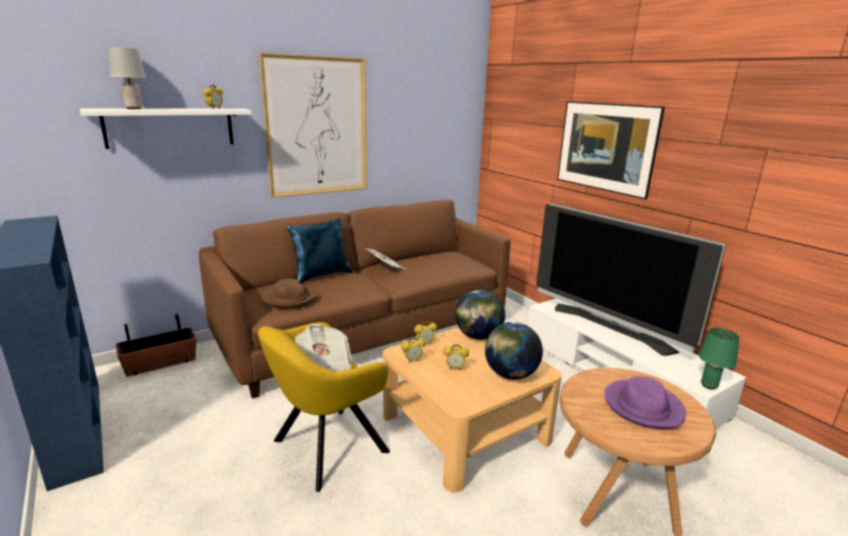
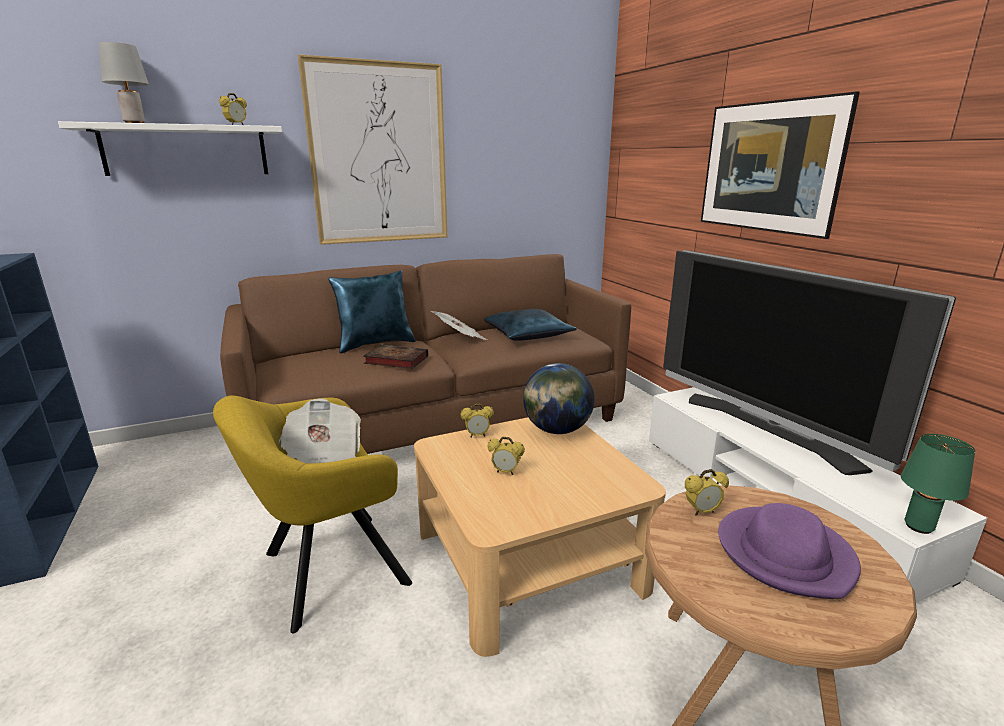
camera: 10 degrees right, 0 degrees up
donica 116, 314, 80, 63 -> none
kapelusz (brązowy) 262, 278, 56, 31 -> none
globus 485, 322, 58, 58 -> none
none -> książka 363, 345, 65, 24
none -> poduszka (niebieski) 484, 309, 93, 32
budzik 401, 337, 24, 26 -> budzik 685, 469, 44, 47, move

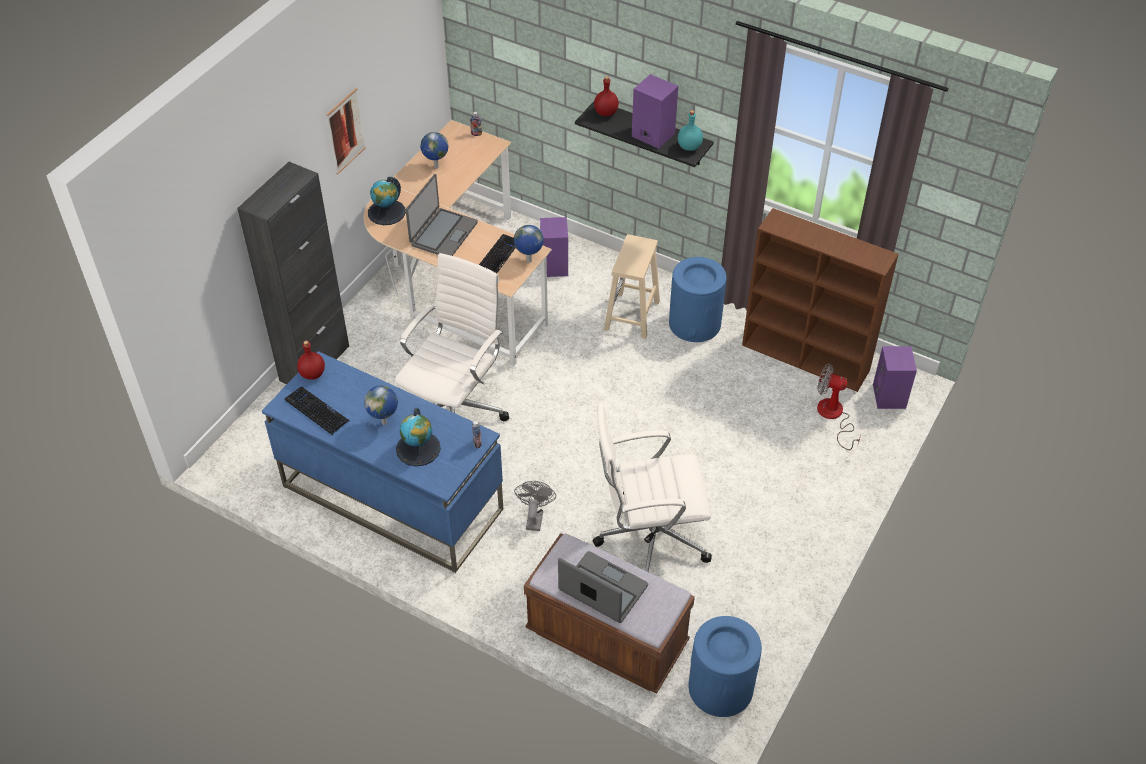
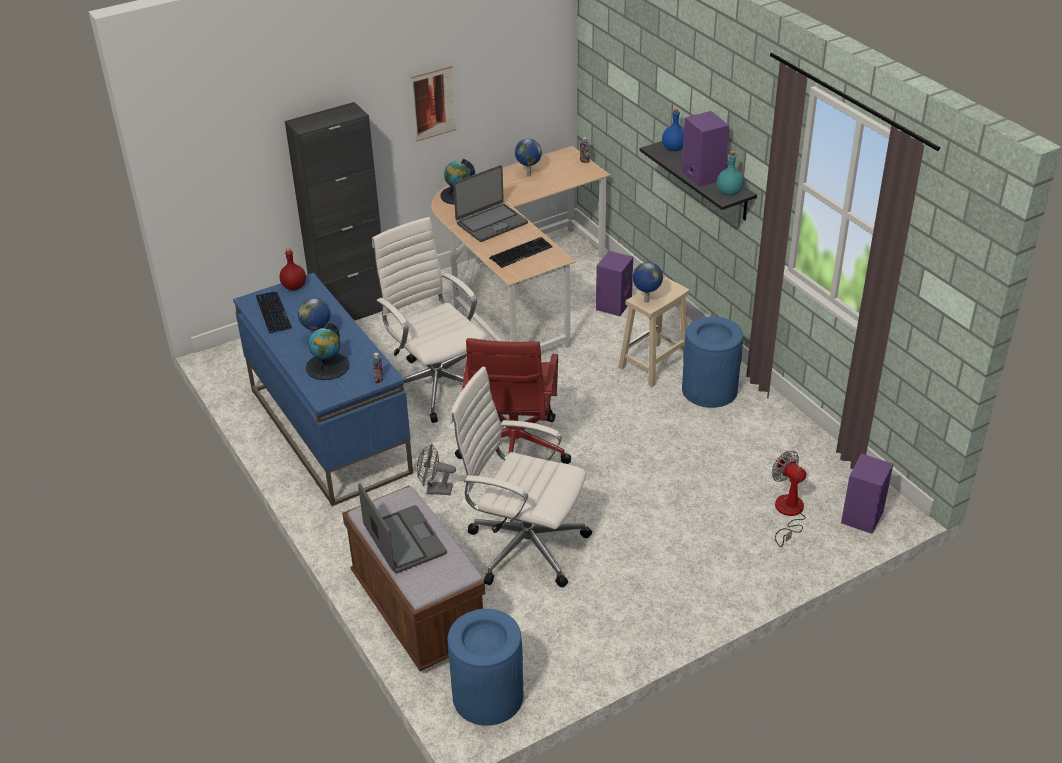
camera: 30 degrees right, 10 degrees down
regał (brązowy) 742, 208, 156, 184 -> none
none -> krzesło biurowe (czerwony) 455, 338, 116, 126
globus 514, 225, 29, 38 -> globus 633, 262, 30, 41, move
butelka (czerwony) 594, 76, 25, 40 -> butelka (niebieski) 662, 108, 22, 43
krzesło biurowe (biały) 395, 253, 114, 168 -> krzesło biurowe (biały) 372, 217, 114, 206, 90 degrees counterclockwise
wentylator (szary) 514, 481, 42, 50 -> wentylator (szary) 417, 444, 39, 51, 120 degrees counterclockwise

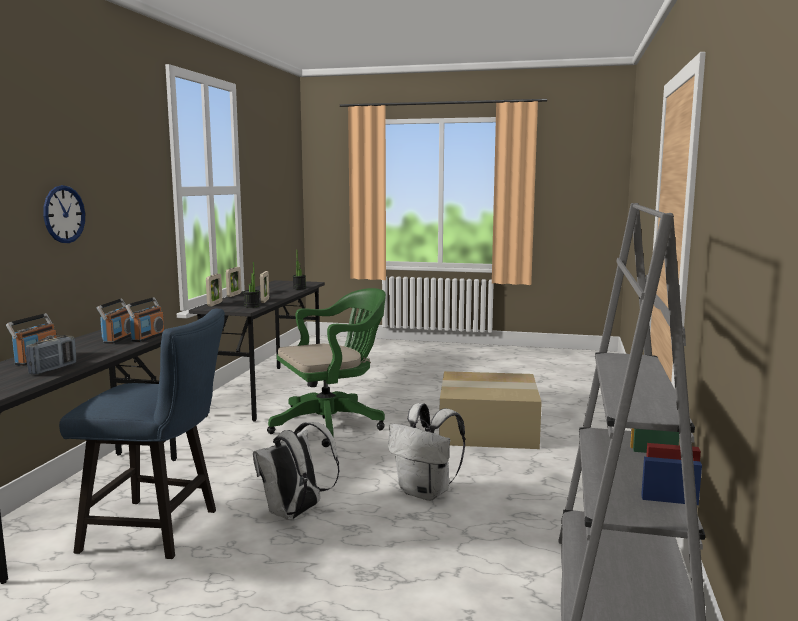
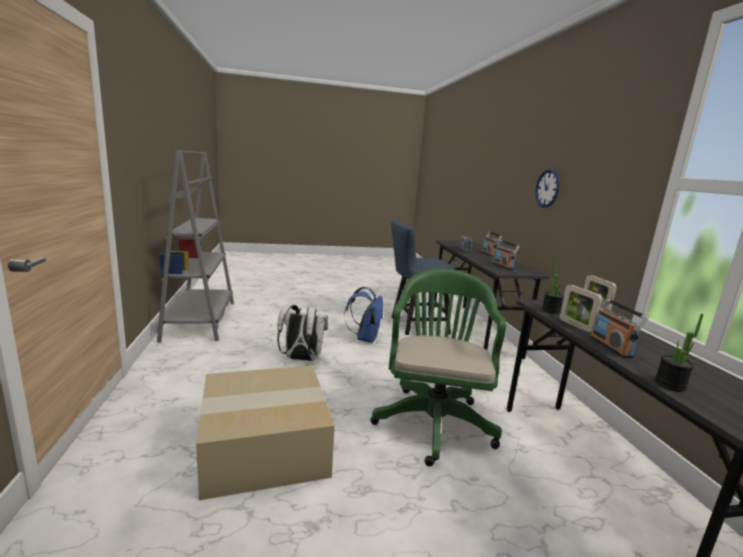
camera: 155 degrees right, 5 degrees up
ramka na zdjęcie 226, 267, 16, 30 -> none
radio 125, 297, 39, 45 -> radio 590, 299, 59, 59, move
plecak (biały) 253, 422, 87, 98 -> plecak (niebieski) 344, 287, 39, 56
krzesło biurowe (zielony) 267, 288, 119, 159 -> krzesło biurowe (zielony) 370, 269, 136, 198, 150 degrees clockwise

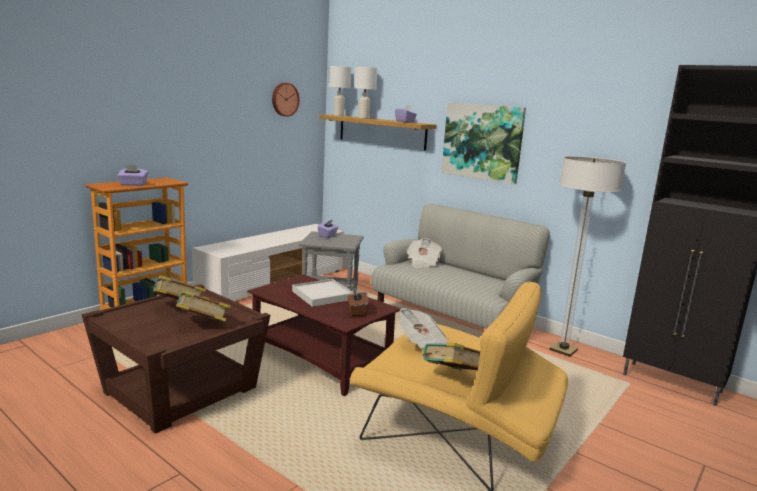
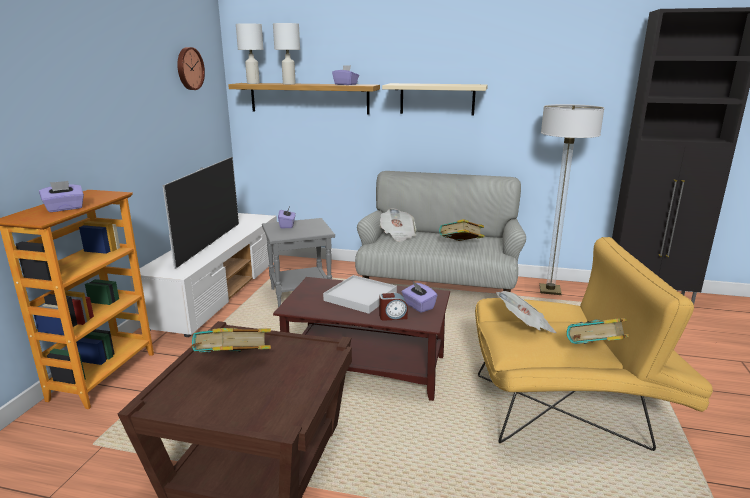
camera: 25 degrees left, 5 degrees up
none -> telewizor 163, 157, 76, 112
none -> budzik 379, 293, 29, 28
książka 172, 290, 59, 31 -> książka 439, 219, 45, 22, move
obraz 441, 102, 85, 82 -> półka (beżowy) 382, 83, 106, 33
pudełko chusteczek (brązowy) 348, 288, 21, 28 -> pudełko chusteczek (fioletowy) 402, 282, 35, 31

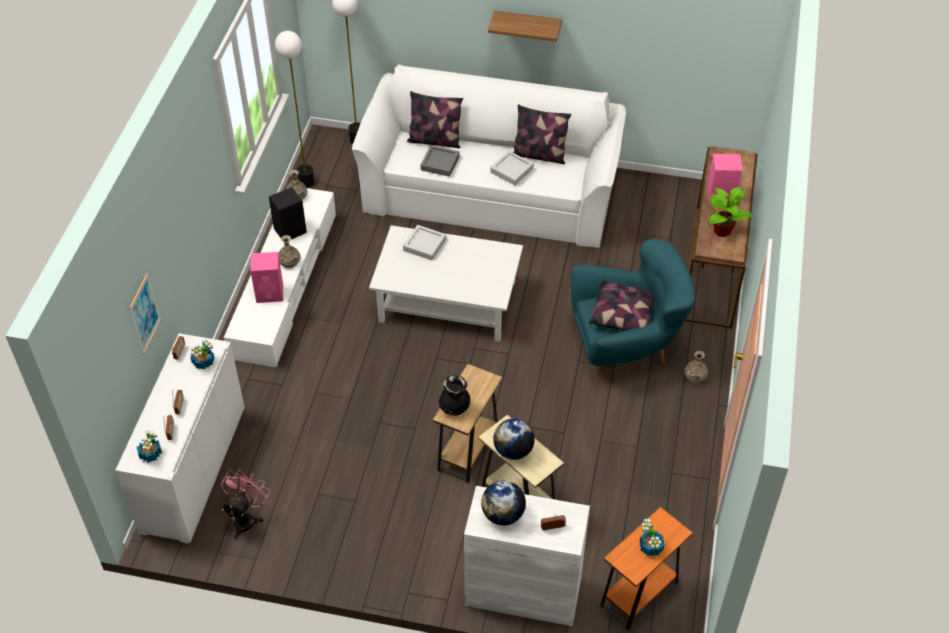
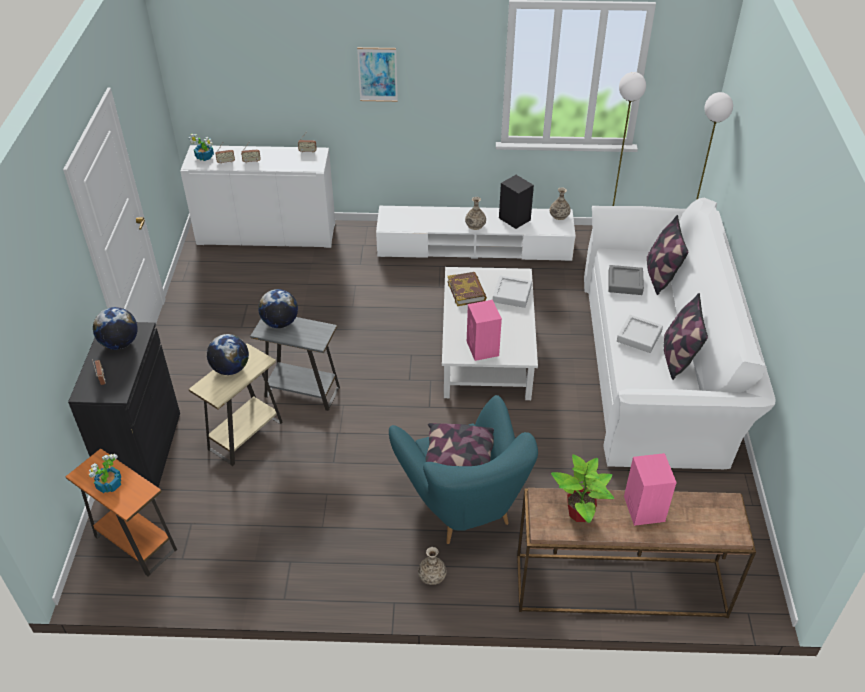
camera: 80 degrees right, 5 degrees down
roślina doniczkowa 190, 339, 24, 30 -> none
wentylator (różowy) 221, 469, 49, 70 -> none
półka 488, 11, 74, 31 -> none
none -> książka 448, 272, 39, 34
obraz 129, 274, 32, 80 -> obraz 357, 47, 41, 55, move
głośnik (różowy) 250, 252, 33, 51 -> głośnik (różowy) 467, 300, 35, 61, move
wazon (czarny) 439, 375, 31, 41 -> globus 258, 289, 40, 39
stolik (brązowy) 433, 364, 69, 119 -> stolik (szary) 250, 317, 90, 94
szafka (biały) 464, 486, 126, 140 -> szafka (czarny) 68, 322, 112, 165

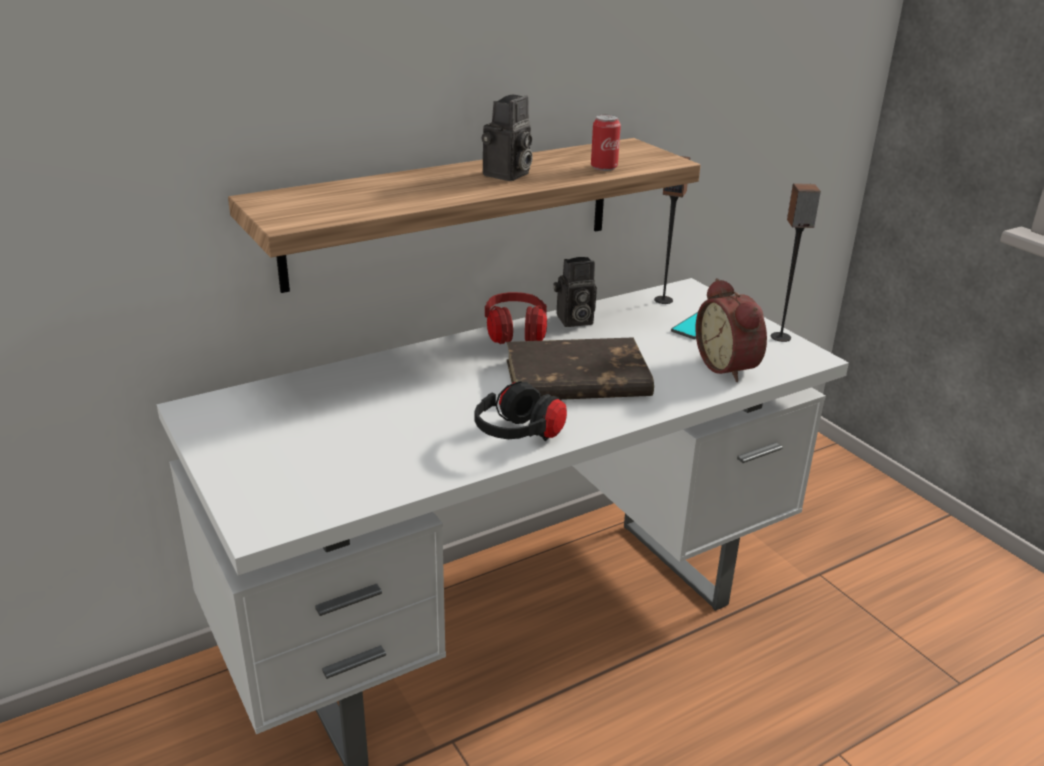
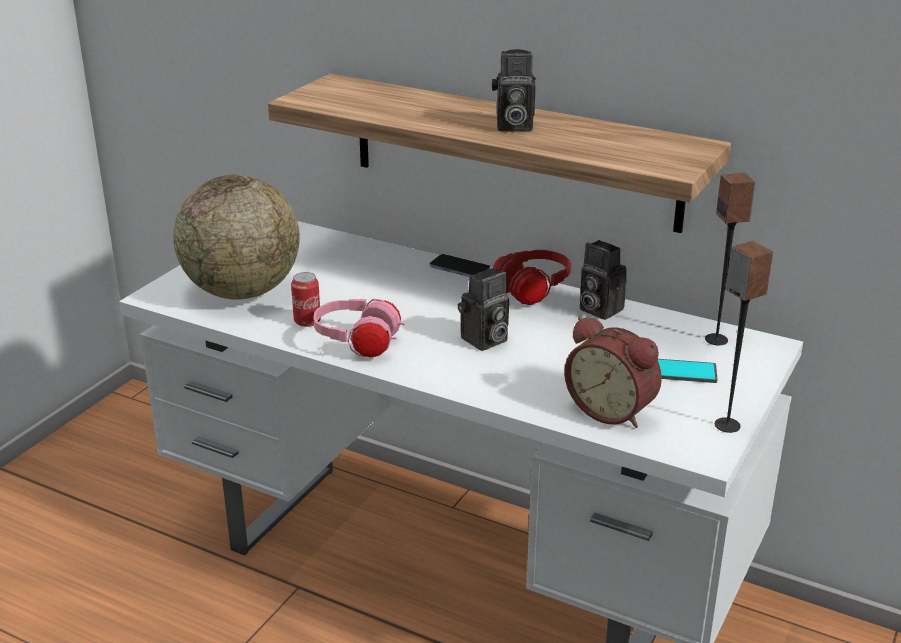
camera: 60 degrees right, 0 degrees up
none -> globus 173, 174, 127, 126
none -> telefon 429, 254, 62, 23
puszka 591, 115, 30, 56 -> puszka 291, 272, 30, 55, move
książka (brązowy) 506, 337, 148, 63 -> aparat fotograficzny 458, 268, 51, 83
słuchawki (czarny) 475, 381, 92, 60 -> słuchawki (różowy) 313, 299, 92, 59
budzik 696, 278, 71, 104 -> budzik 564, 316, 98, 112, 90 degrees counterclockwise

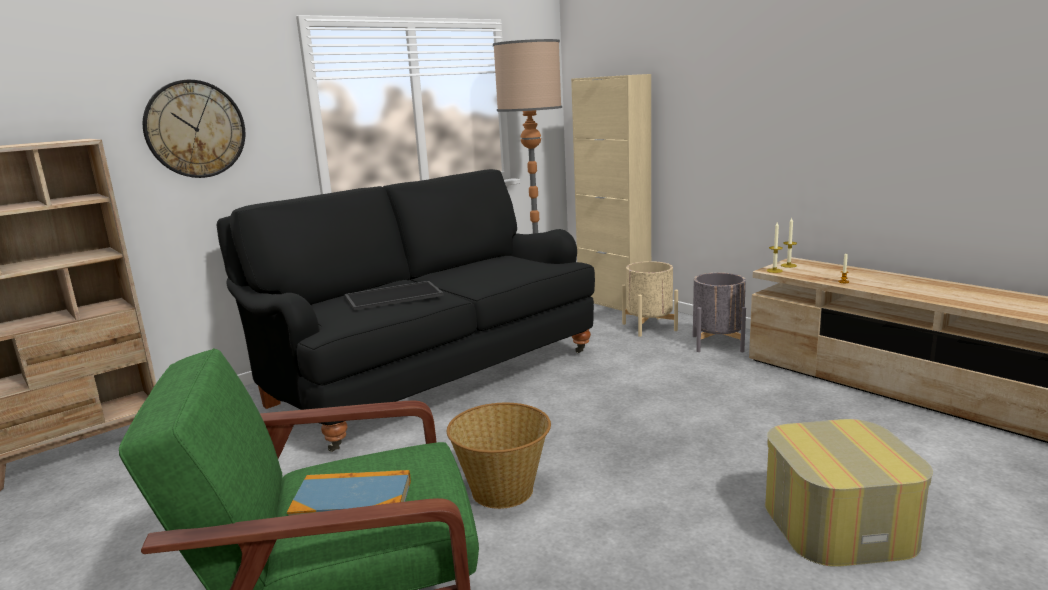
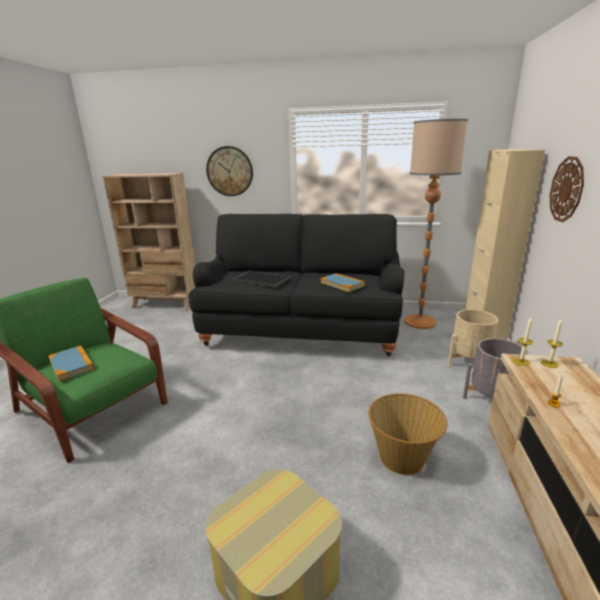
camera: 50 degrees right, 5 degrees up
none -> książka 320, 273, 45, 19
none -> zegar ścienny 550, 156, 34, 66
koszyk 447, 403, 104, 106 -> koszyk 368, 394, 79, 81, move

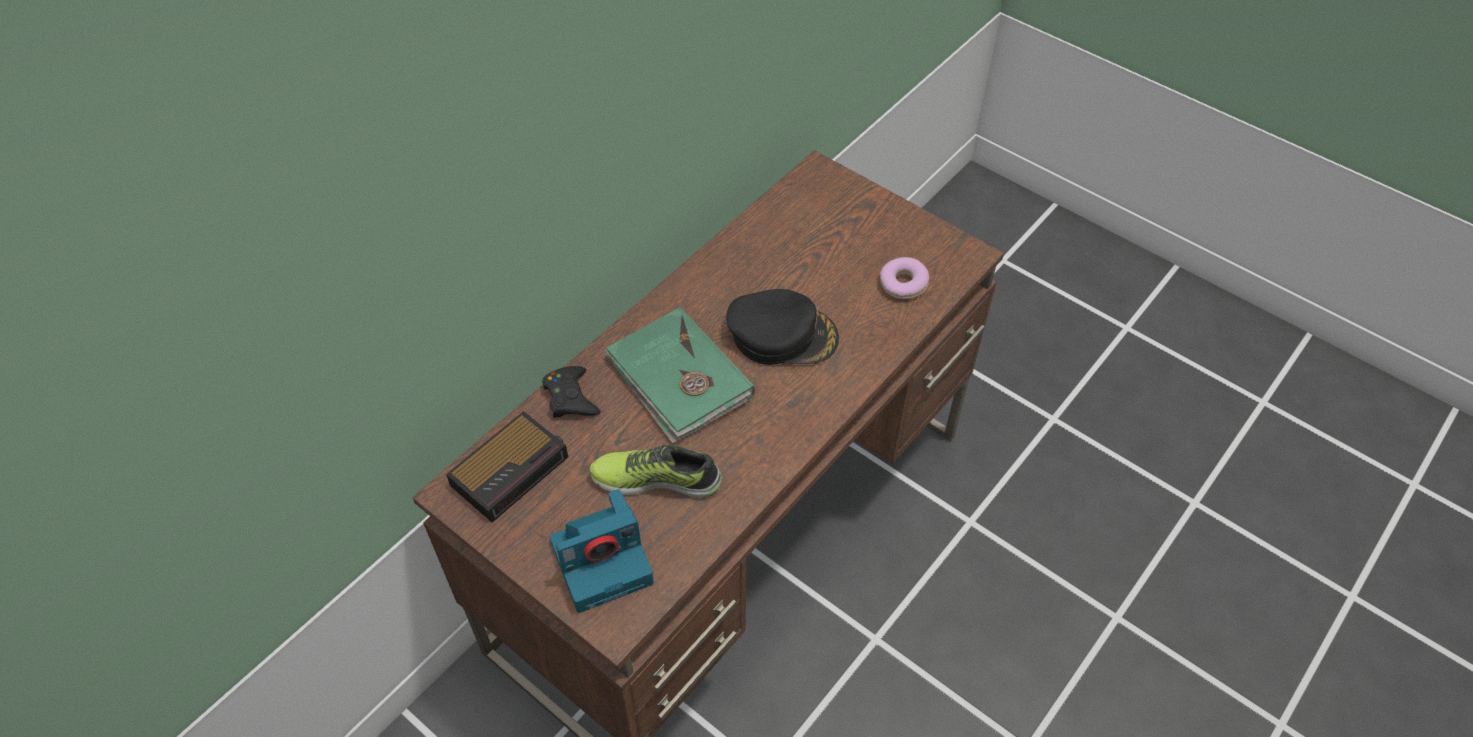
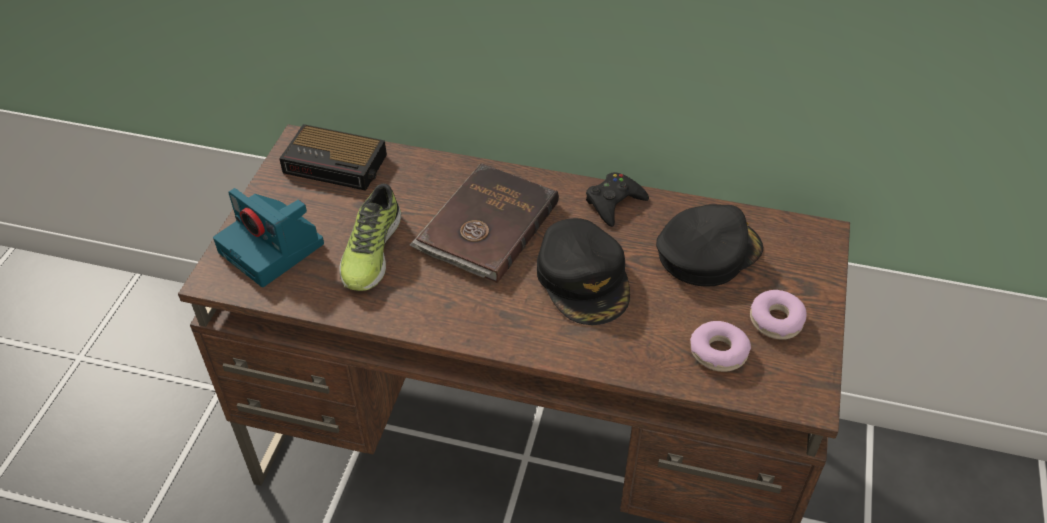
camera: 65 degrees right, 5 degrees down
none -> czapka z daszkiem (czarny) 656, 204, 107, 83
none -> donut 750, 290, 57, 50
pad do gier (czarny) 542, 366, 59, 52 -> pad do gier (czarny) 586, 172, 63, 55, move
książka (zielony) 605, 307, 150, 136 -> książka (brązowy) 410, 163, 149, 120
but 590, 444, 132, 54 -> but 339, 184, 62, 107, 150 degrees counterclockwise

